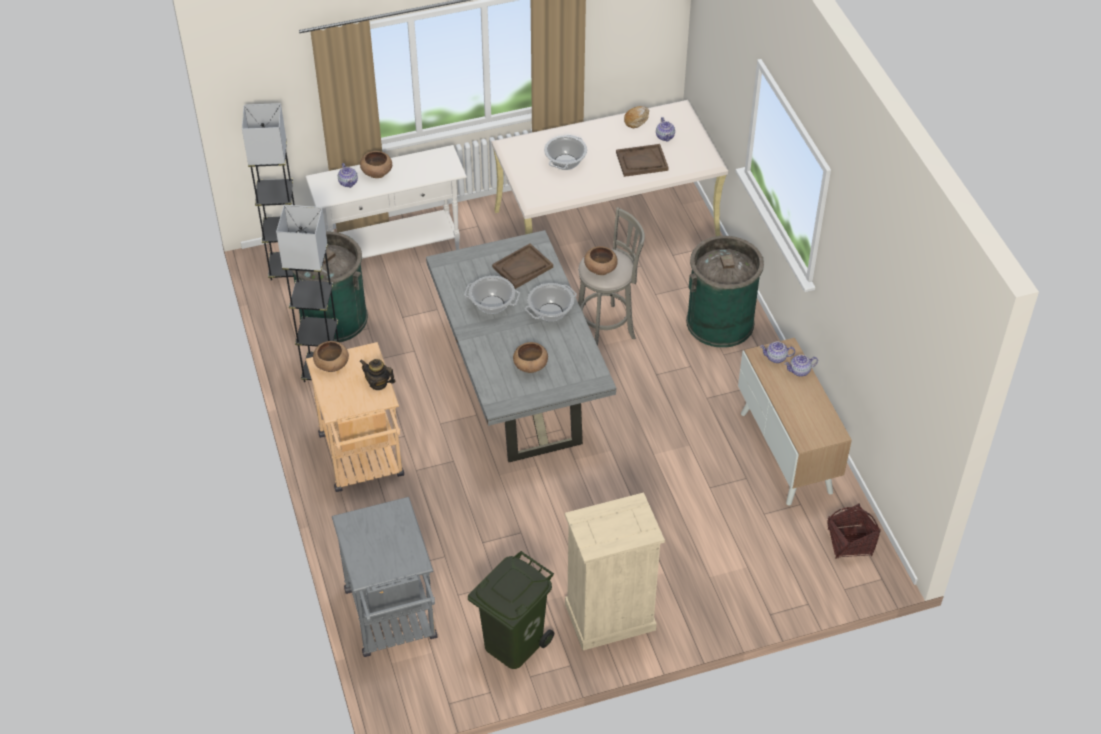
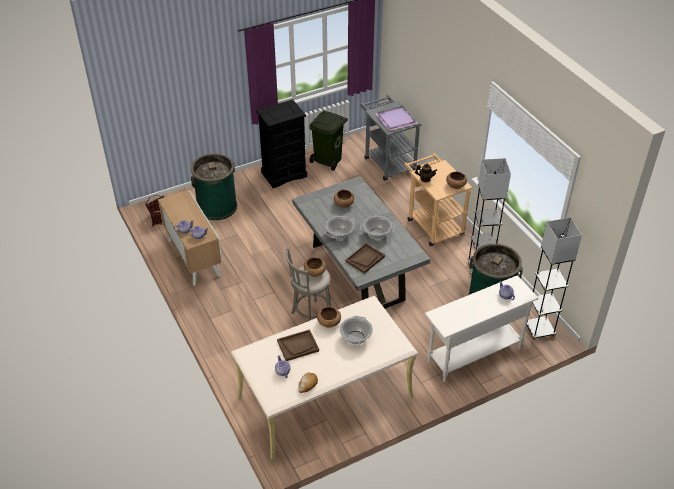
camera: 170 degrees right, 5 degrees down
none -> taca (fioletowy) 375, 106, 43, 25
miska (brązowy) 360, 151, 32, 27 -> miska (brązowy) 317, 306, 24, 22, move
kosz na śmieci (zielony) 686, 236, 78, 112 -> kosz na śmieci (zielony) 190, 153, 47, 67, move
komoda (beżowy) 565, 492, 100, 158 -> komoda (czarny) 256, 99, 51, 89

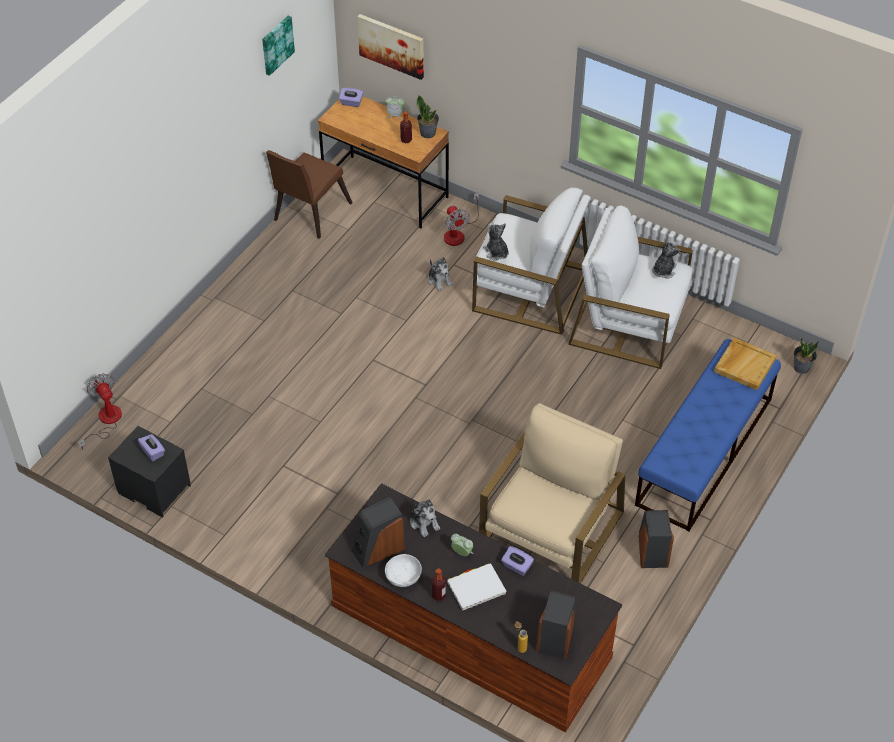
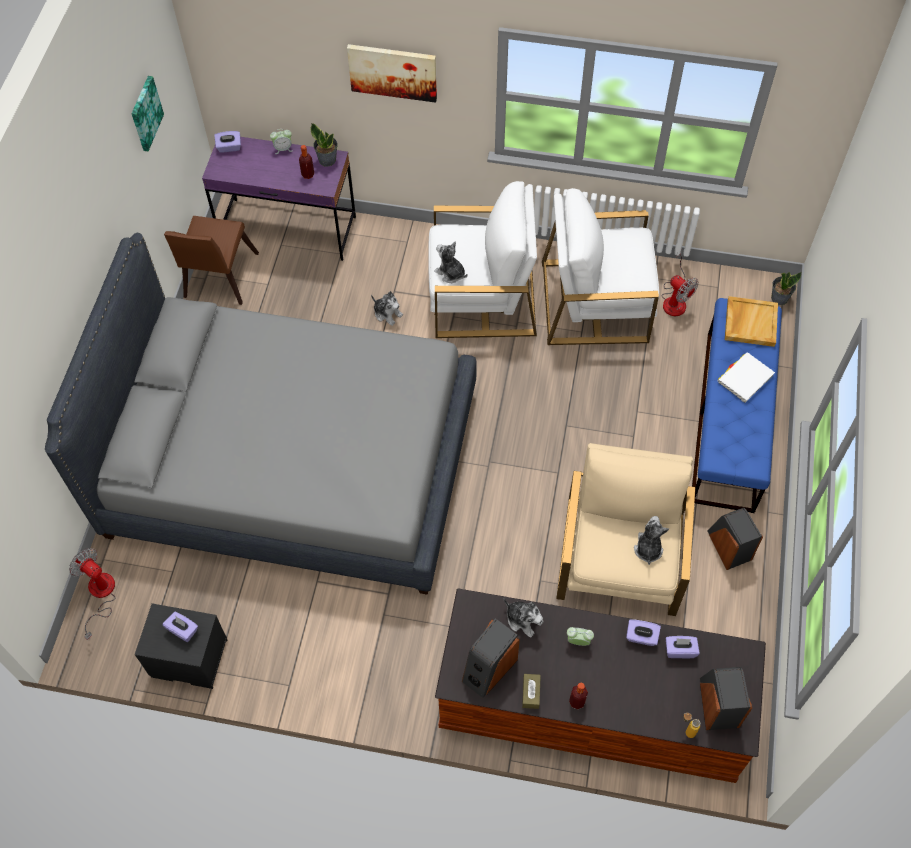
camera: 20 degrees left, 10 degrees up
none -> łóżko (szary) 45, 233, 432, 362
none -> pudełko chusteczek (fioletowy) 666, 636, 34, 22
obraz 357, 14, 67, 66 -> obraz 347, 44, 90, 58, move
wentylator 444, 193, 35, 53 -> wentylator 661, 252, 37, 64, move
książka (biały) 447, 563, 59, 48 -> książka (biały) 718, 353, 57, 50, move
pluszak 652, 241, 28, 38 -> pluszak 634, 516, 35, 49, move
miska (biały) 385, 554, 37, 33 -> pudełko chusteczek (brązowy) 522, 674, 19, 35
biurko (brązowy) 318, 97, 131, 132 -> biurko (fioletowy) 202, 137, 154, 124

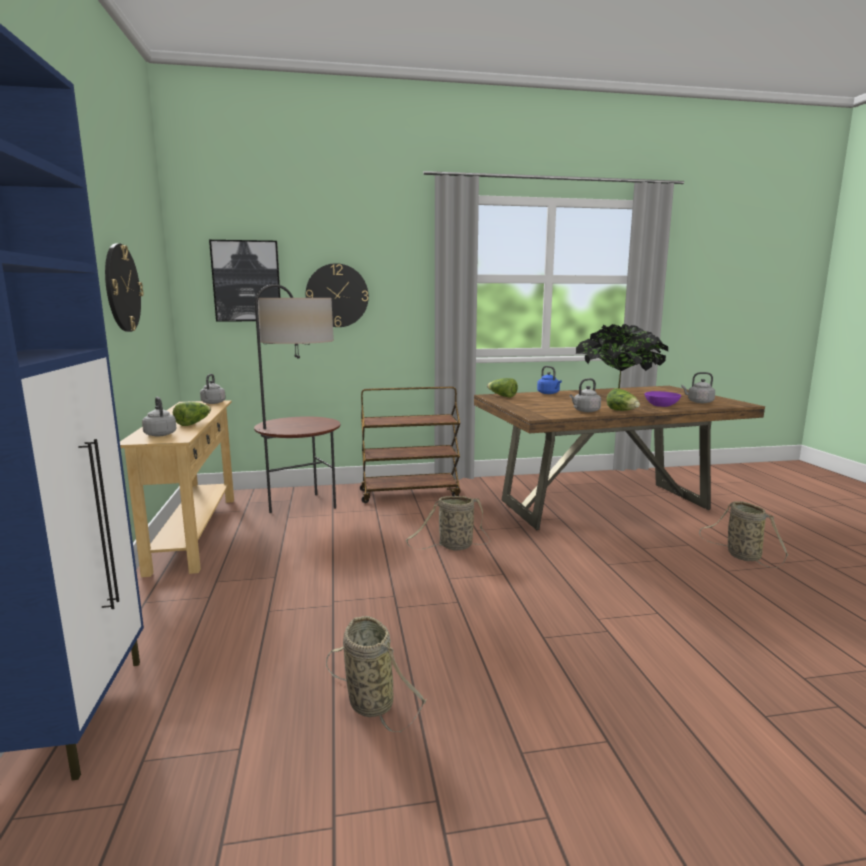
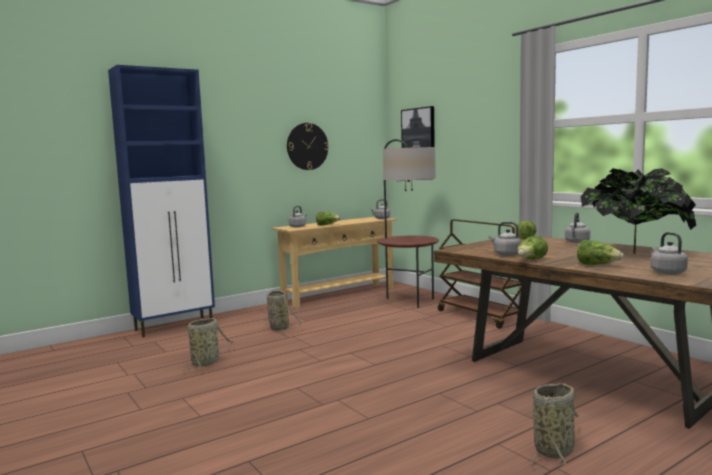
camera: 65 degrees right, 5 degrees down
zegar ścienny 306, 263, 63, 64 -> none
koszyk 406, 496, 84, 55 -> koszyk 261, 290, 41, 42, move
miska (fioletowy) 644, 391, 37, 16 -> sałata 577, 240, 47, 25
czajnik (niebieski) 537, 366, 25, 28 -> czajnik (szary) 565, 212, 25, 31

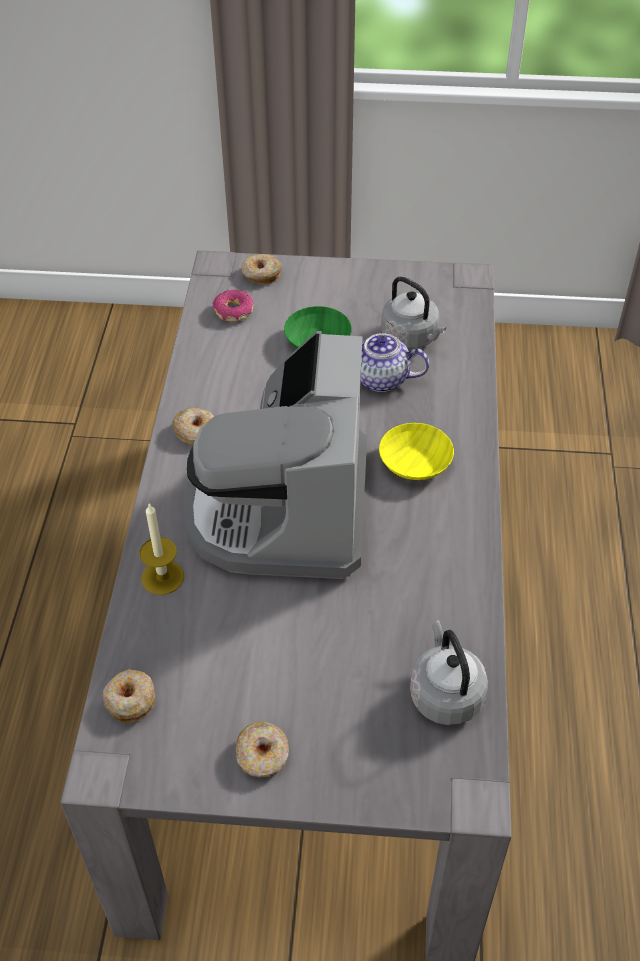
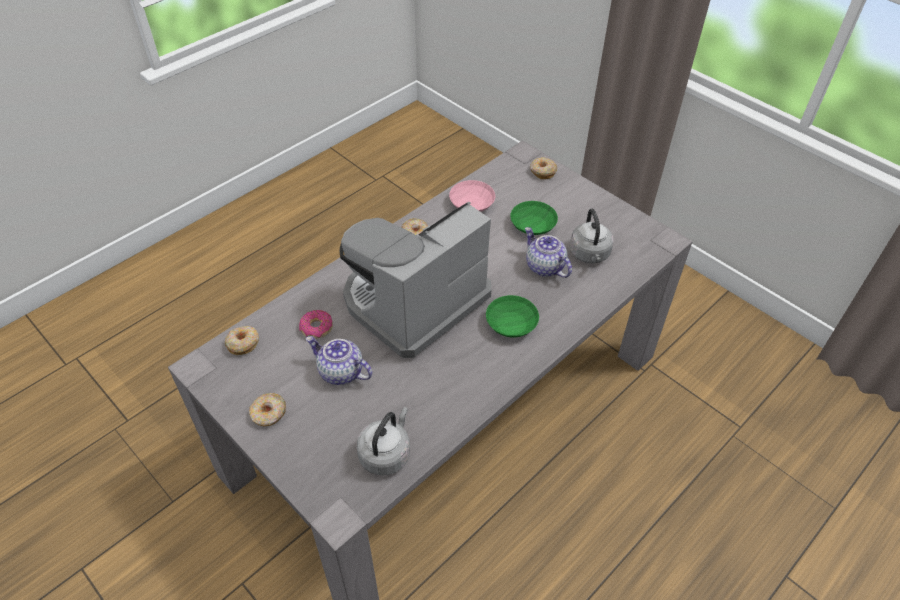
camera: 40 degrees right, 0 degrees up
świeca 139, 503, 45, 92 -> none
none -> imbryk 306, 336, 66, 49
none -> miska (różowy) 449, 180, 46, 32
donut 212, 290, 42, 32 -> donut 299, 310, 34, 28, move
miska (żółty) 379, 423, 75, 57 -> miska (zielony) 486, 295, 53, 43

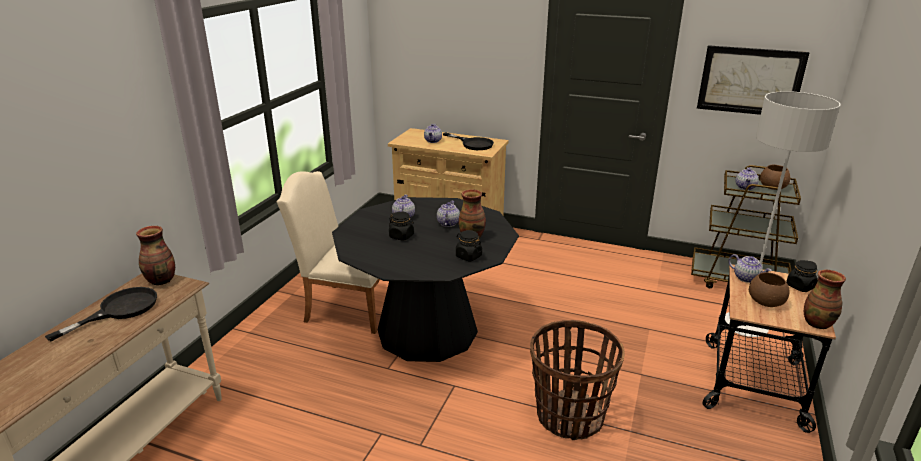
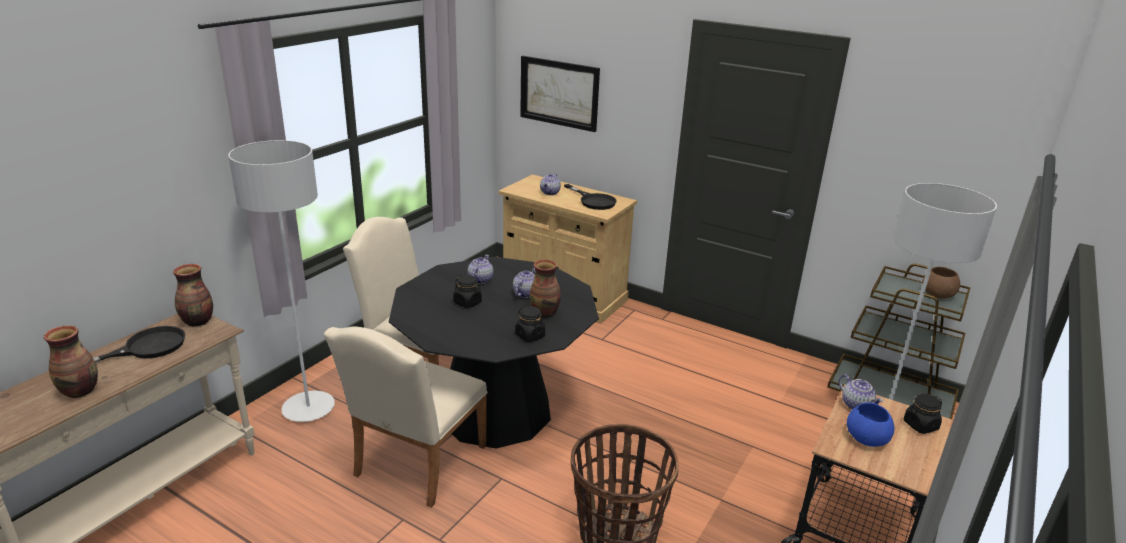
camera: 10 degrees right, 0 degrees up
imbryk 736, 167, 23, 23 -> none
none -> lampa stojąca (szary) 228, 140, 107, 282
none -> krzesło (beżowy) 324, 327, 164, 181
obraz 697, 45, 112, 70 -> obraz 520, 56, 80, 76, move
wazon 804, 269, 42, 60 -> wazon 44, 326, 54, 72, move
miska (brązowy) 749, 272, 41, 35 -> miska (niebieski) 847, 403, 47, 44

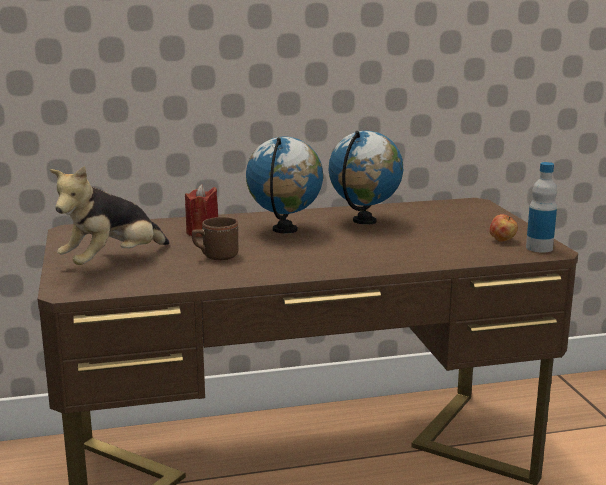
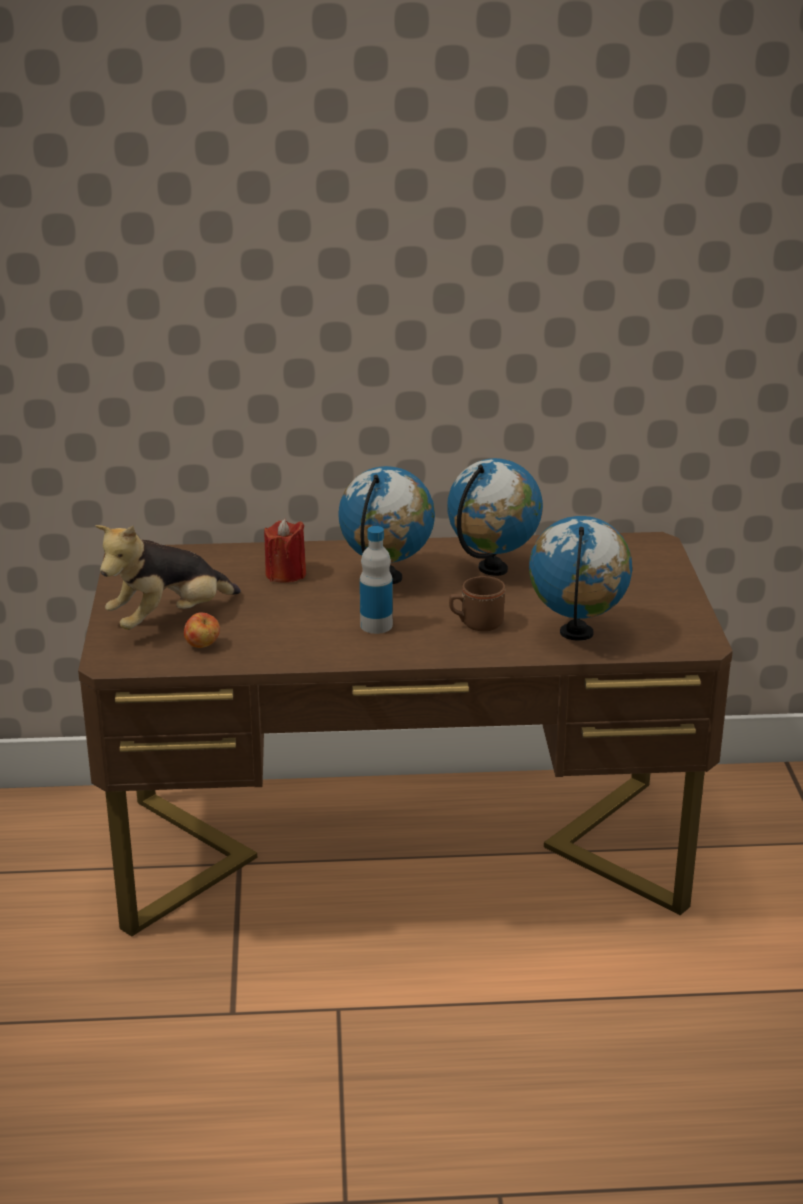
camera: 10 degrees right, 10 degrees up
none -> globus 529, 516, 103, 125
kubek (brązowy) 192, 217, 46, 43 -> kubek (brązowy) 449, 576, 56, 55, move
jabłko 489, 214, 29, 28 -> jabłko 184, 613, 36, 35, move
butelka 526, 162, 31, 91 -> butelka 360, 526, 33, 108, move

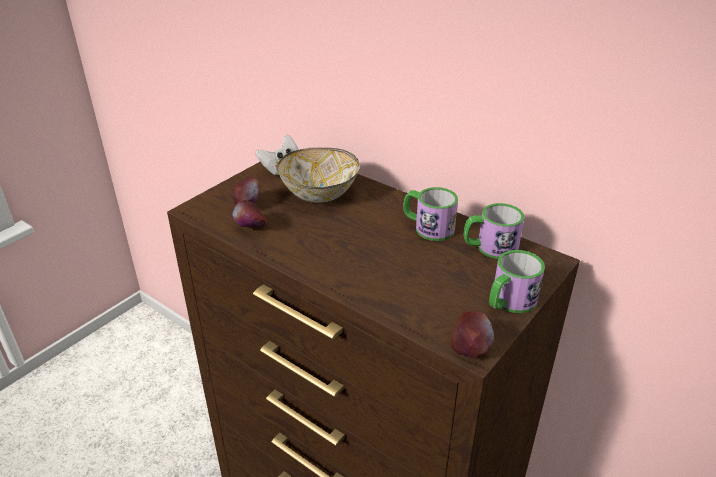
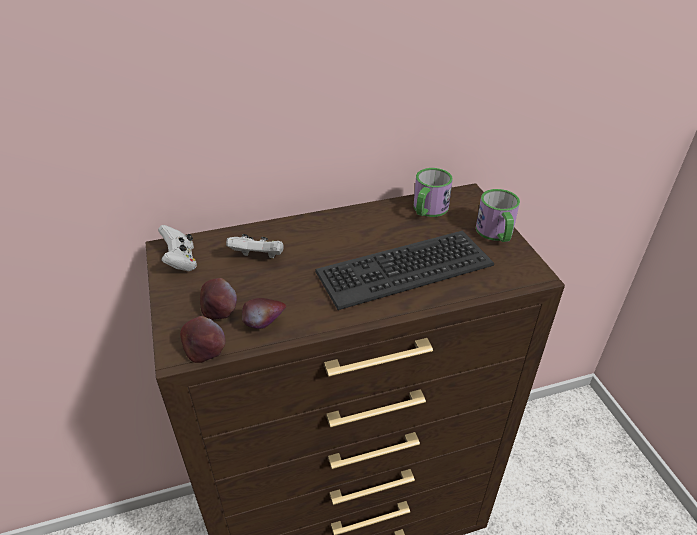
camera: 55 degrees left, 5 degrees up
kubek 403, 187, 55, 54 -> none
none -> klawiatura 315, 231, 179, 79
jabłko 451, 311, 43, 47 -> jabłko 180, 316, 46, 47, move
miska 277, 147, 83, 56 -> pad do gier (biały) 226, 234, 58, 24

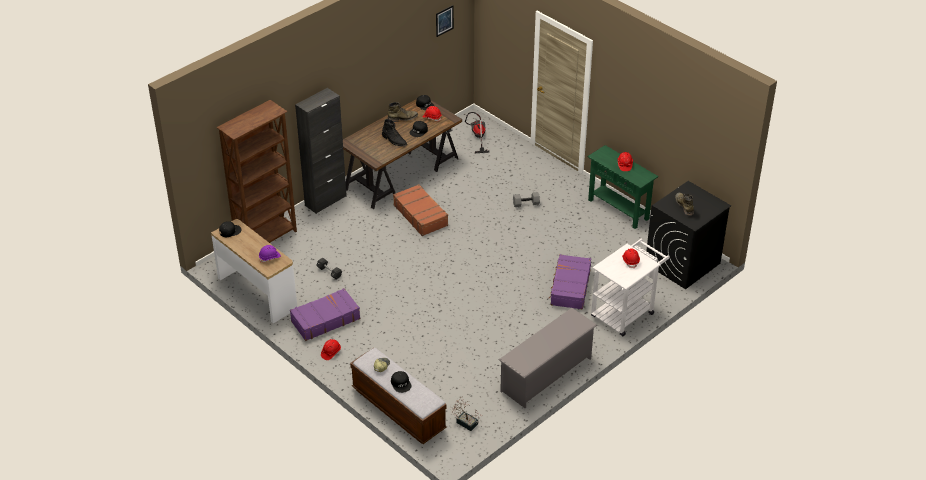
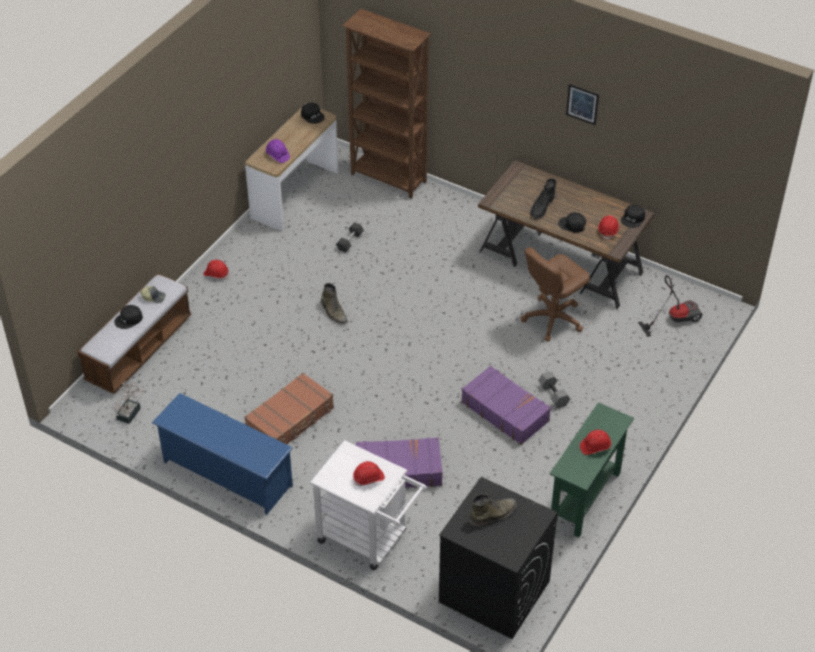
camera: 75 degrees right, 5 degrees up
szafka (czarny) 295, 88, 52, 126 -> none
none -> krzesło biurowe (brązowy) 521, 247, 69, 94
walizka (fioletowy) 290, 288, 70, 53 -> walizka (fioletowy) 461, 366, 90, 79, move
but z cholewką (zielony) 388, 102, 30, 20 -> but z cholewką (zielony) 321, 283, 27, 42, move
walizka (brązowy) 393, 184, 55, 52 -> walizka (brązowy) 244, 372, 90, 72, move
obraz 436, 5, 18, 32 -> obraz 566, 84, 33, 41, move
regał na buty (szary) 499, 308, 98, 100 -> regał na buty (niebieski) 152, 393, 141, 122

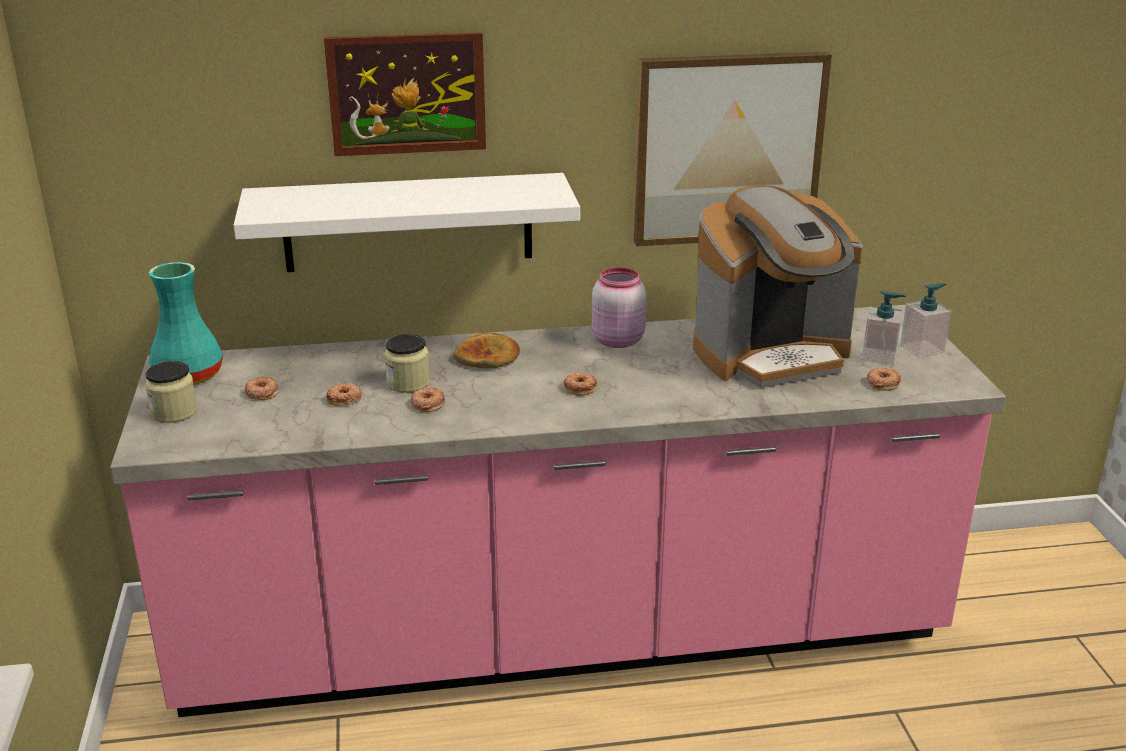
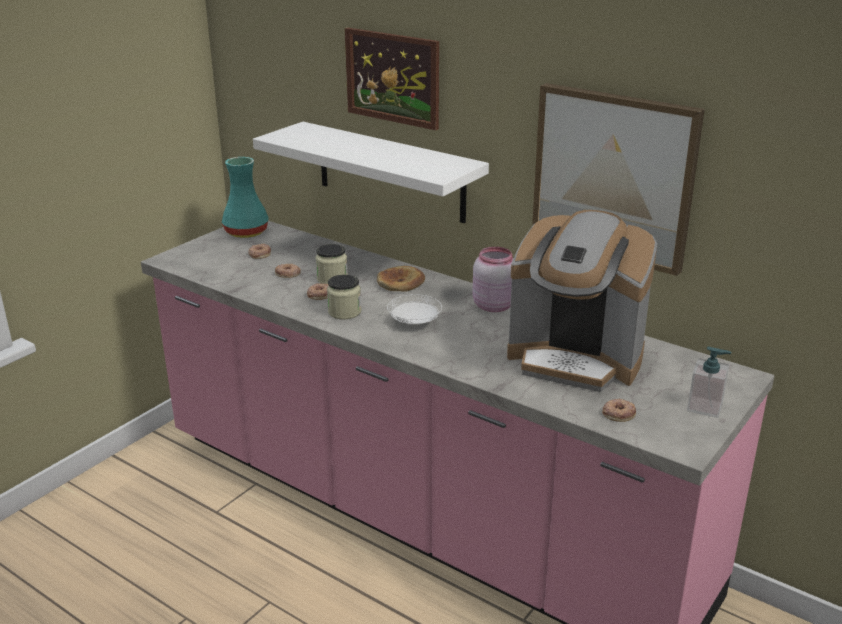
camera: 45 degrees right, 0 degrees up
dozownik mydła 862, 291, 44, 75 -> none
słoik 145, 361, 52, 62 -> słoik 327, 274, 34, 45, move
donut 564, 373, 33, 23 -> talerz (biały) 387, 295, 55, 30

